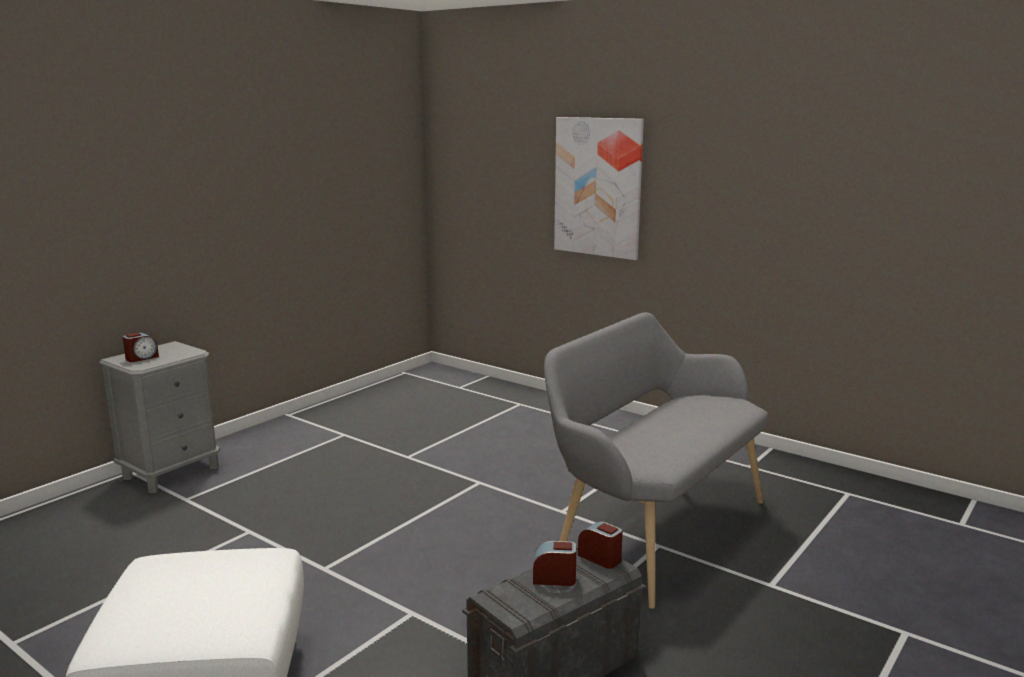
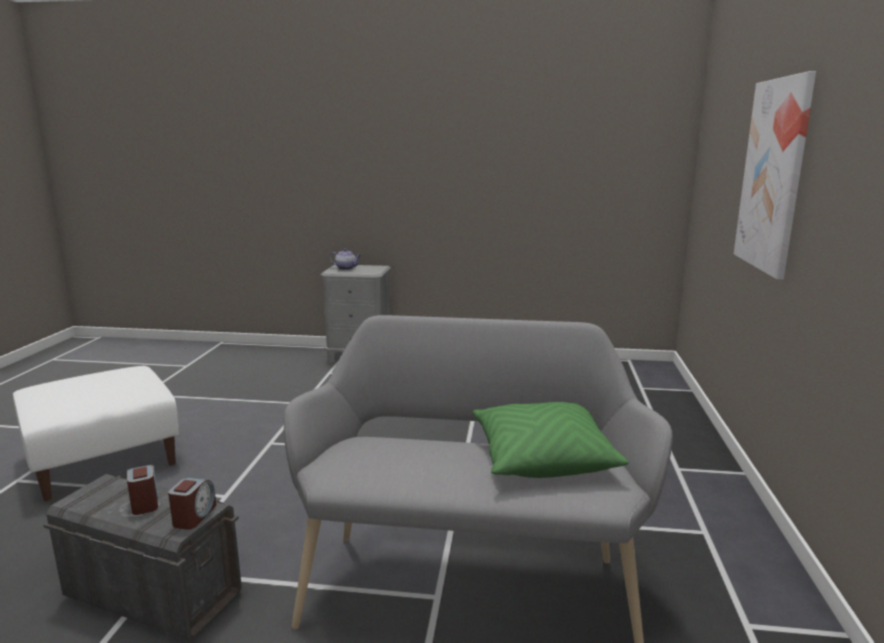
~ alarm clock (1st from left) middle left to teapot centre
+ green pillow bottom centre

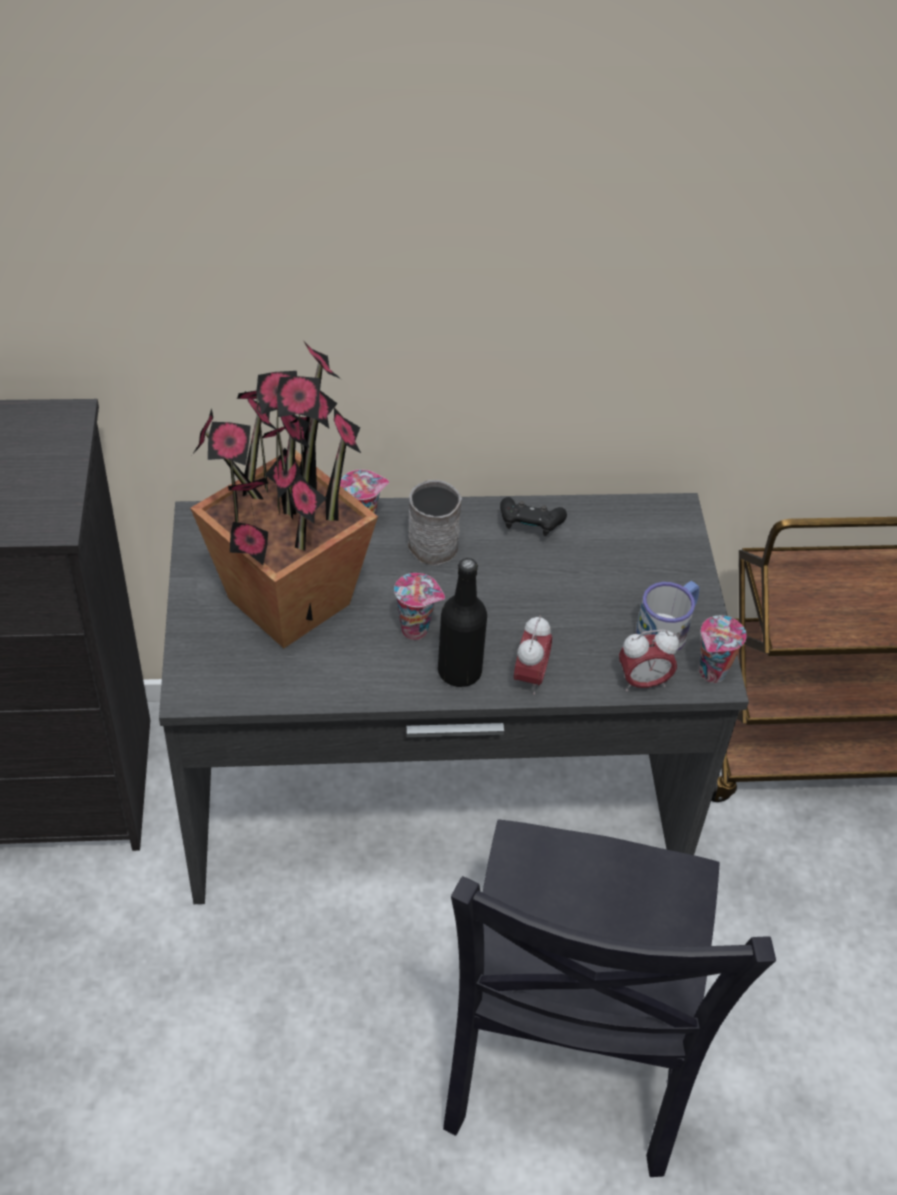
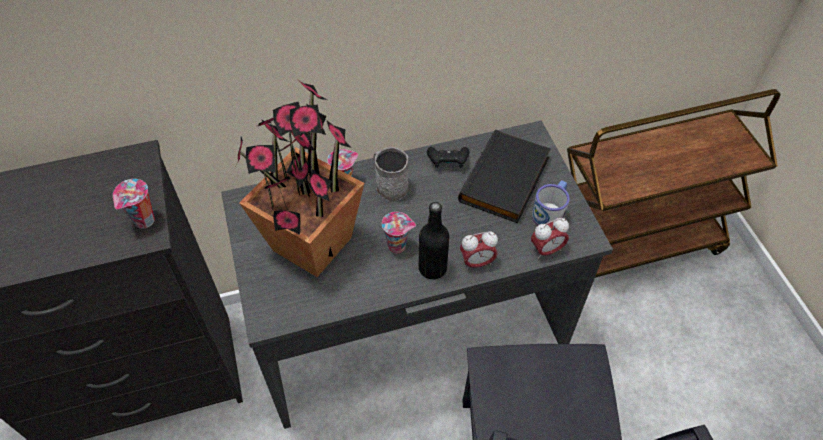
~ alarm clock (1st from left) centre = centre 75 degrees clockwise
~ cup (3rd from left in the first image) middle right to cup (1st from left) middle left
+ black book centre

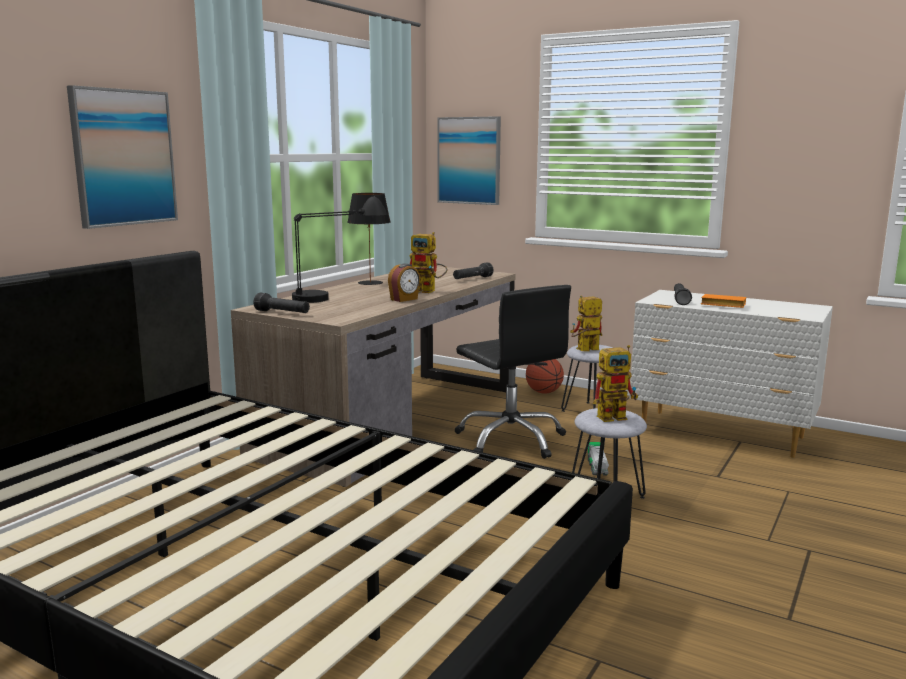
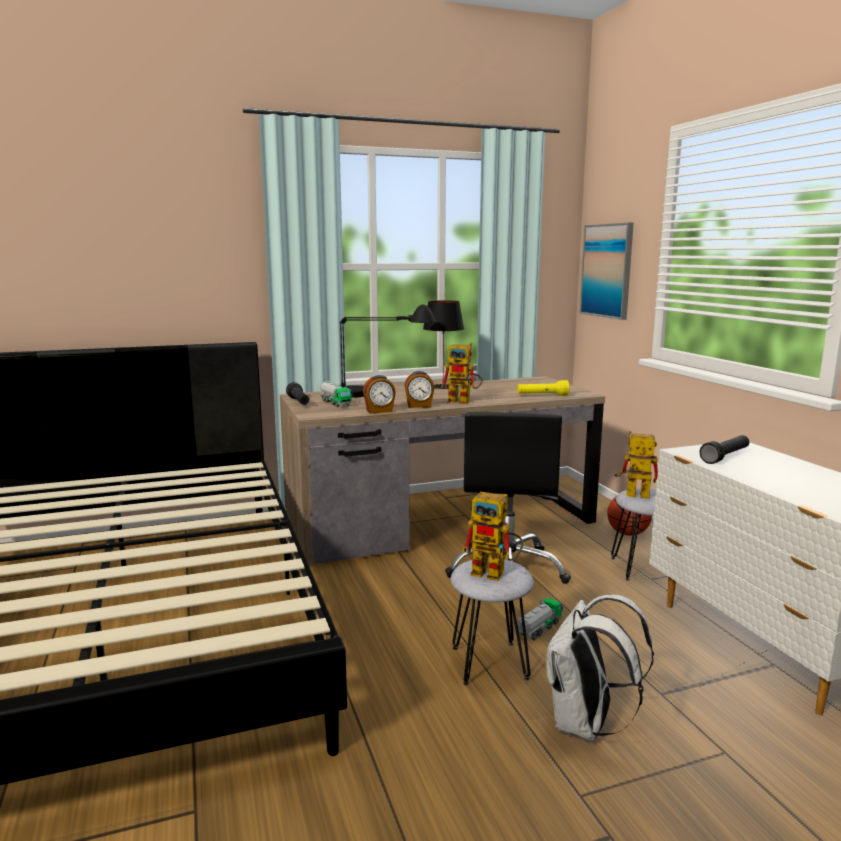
- picture (1st from left) top left
~ toy robot (1st from left) centre = centre 45 degrees counterclockwise
~ black flashlight (2nd from left) centre to yellow flashlight centre
- orange book middle right
+ alarm clock (1st from left) centre
+ toy truck (1st from left) centre
+ white backpack bottom right

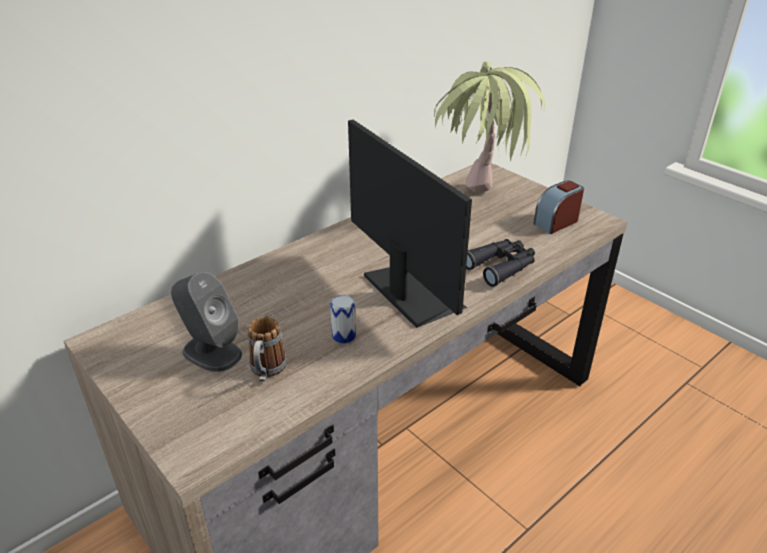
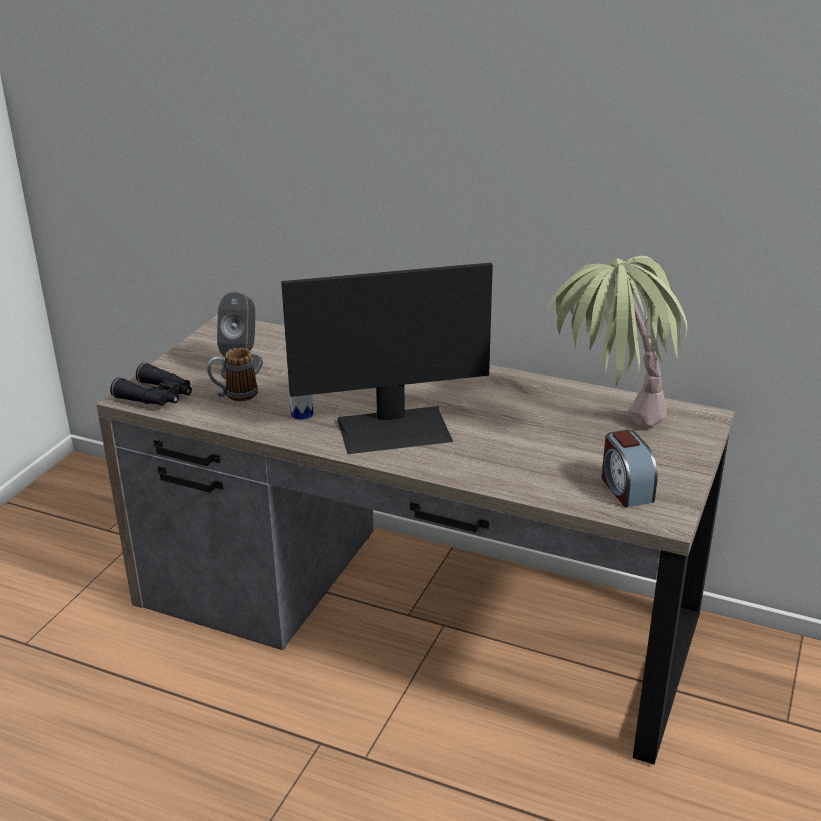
~ monitor centre = centre 45 degrees clockwise
~ alarm clock middle right = middle right 135 degrees counterclockwise
~ black binoculars centre to middle left

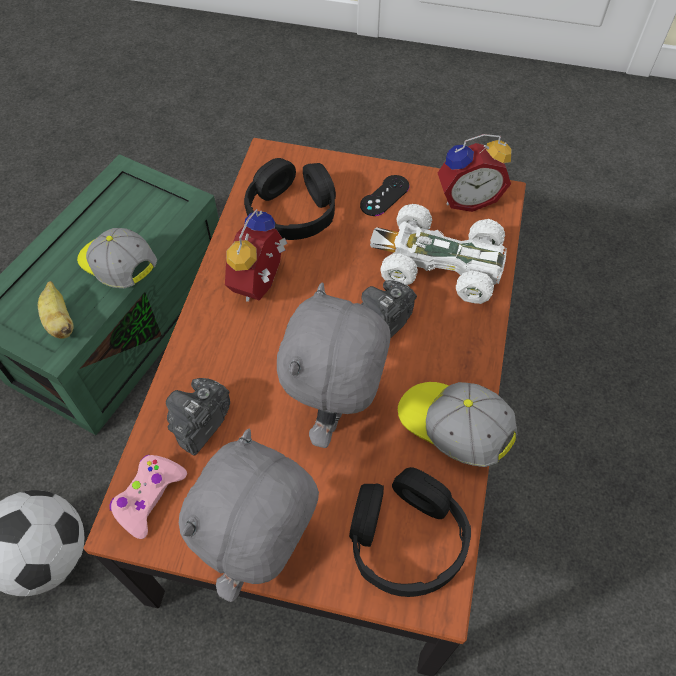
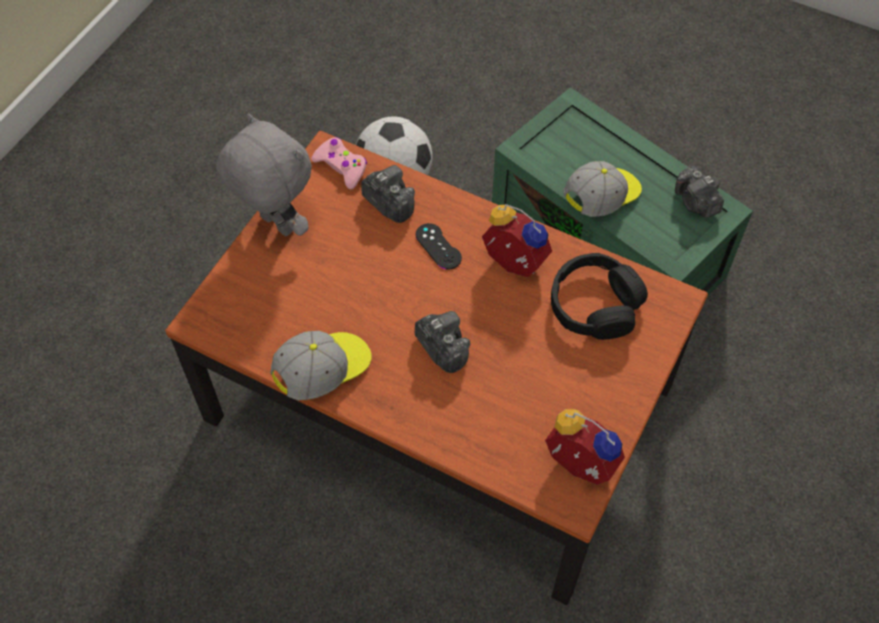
~ alarm clock (2nd from left) top right = bottom centre 120 degrees clockwise
~ black game controller top centre to centre
- white toy car centre
- banana middle left
- grey plush toy (2nd from left) centre
- black headphones (2nd from left) bottom centre
+ photo camera (3rd from left) top right

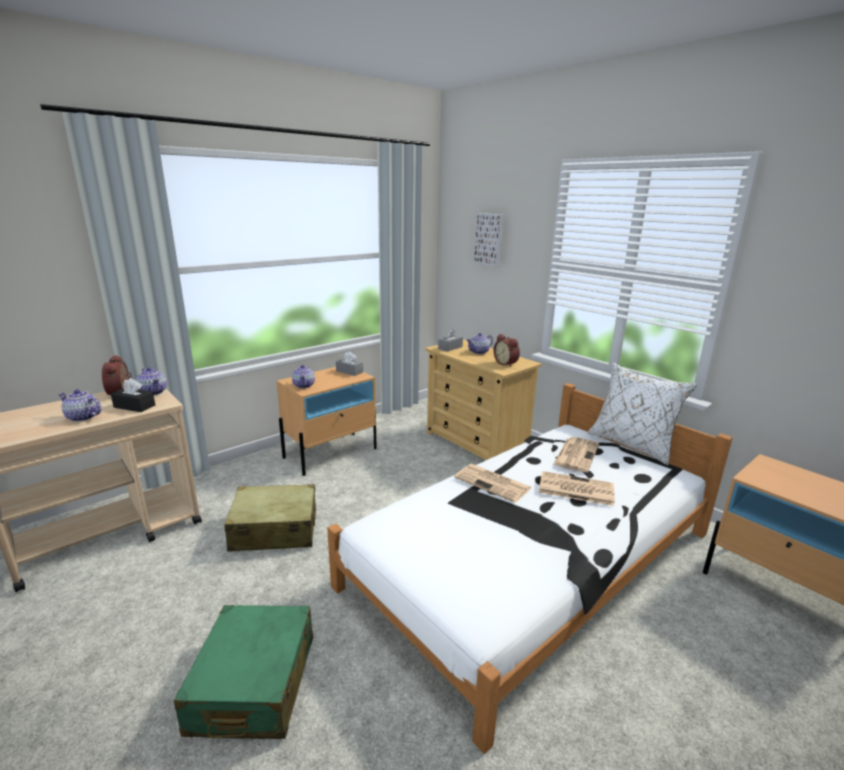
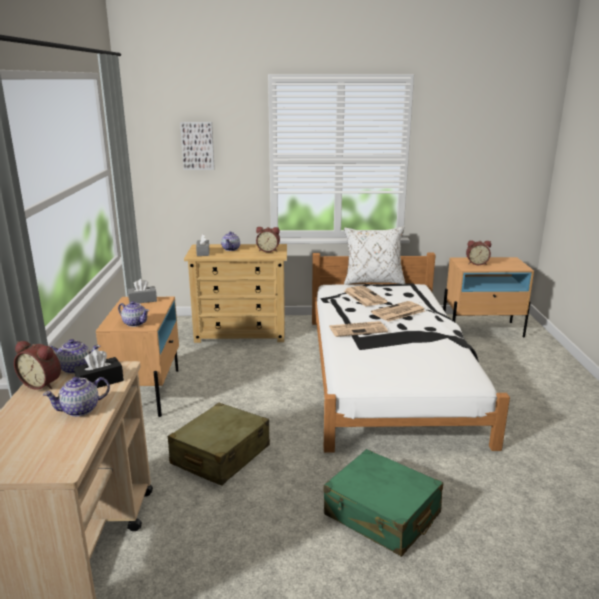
+ alarm clock (3rd from left) middle right

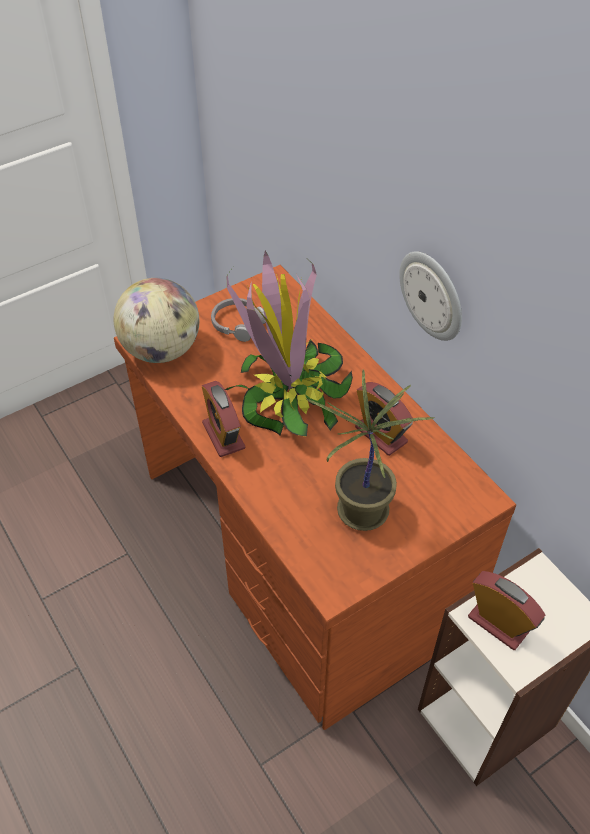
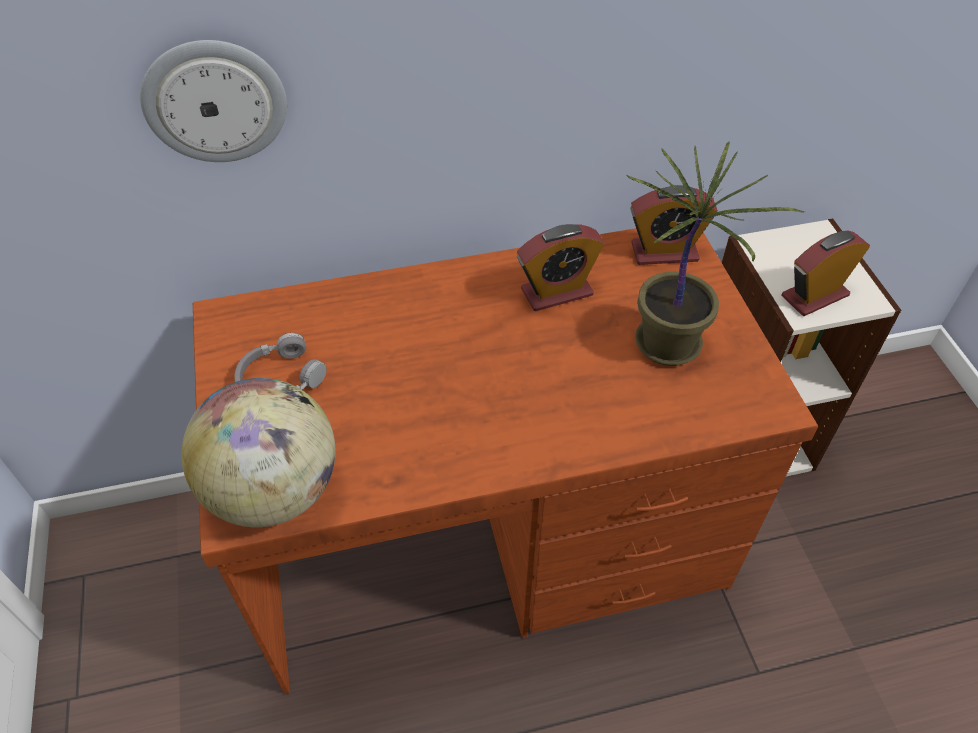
- potted plant (1st from left) centre
~ wall clock middle right to top left
~ alarm clock (1st from left in the first image) centre to alarm clock (2nd from left) top right

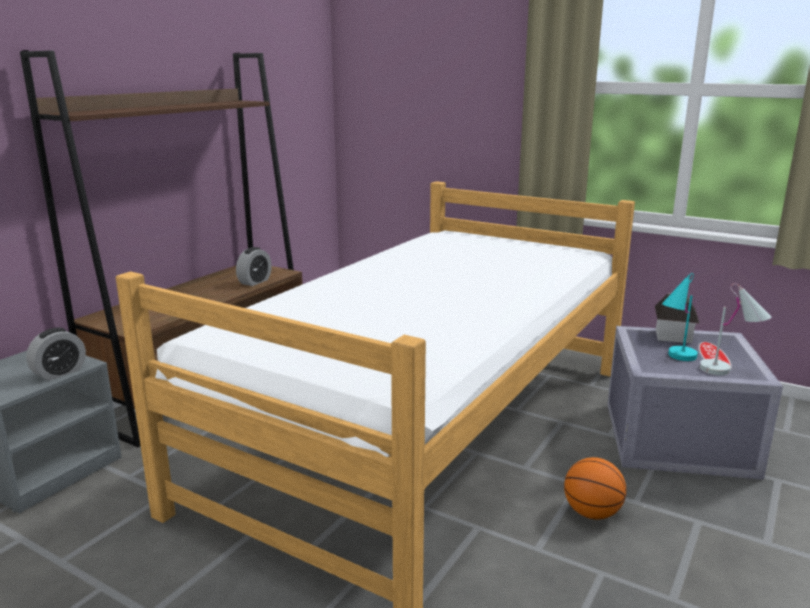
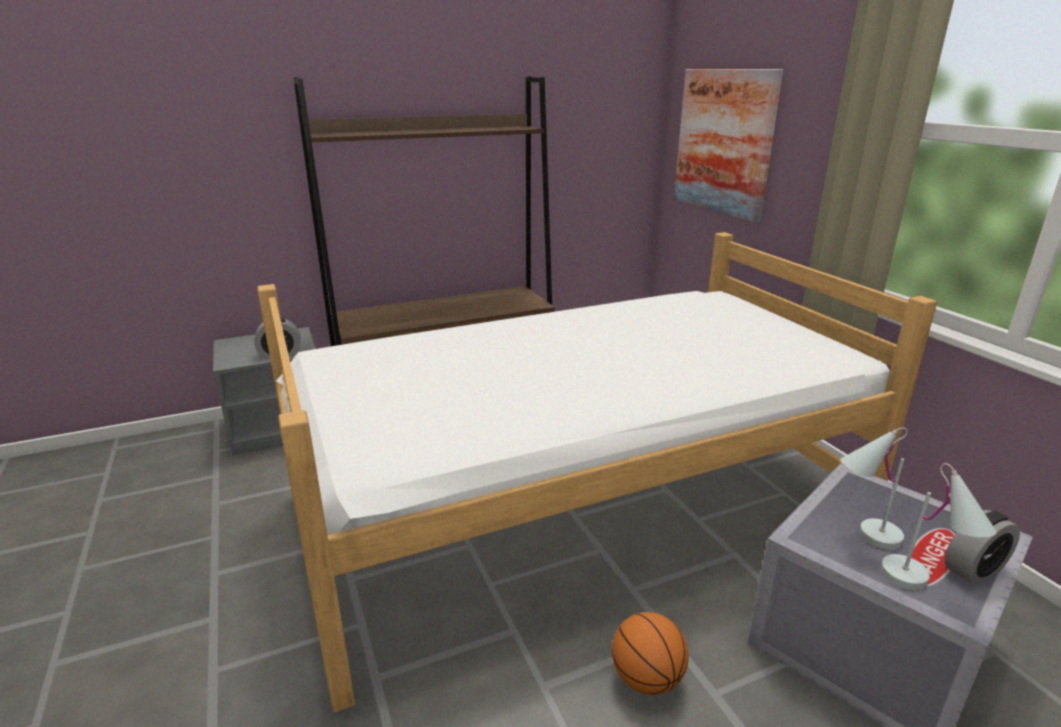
~ alarm clock (2nd from left) middle left to bottom right
~ turquoise table lamp middle right to white table lamp (1st from left) bottom right
- toy house middle right
+ picture top right

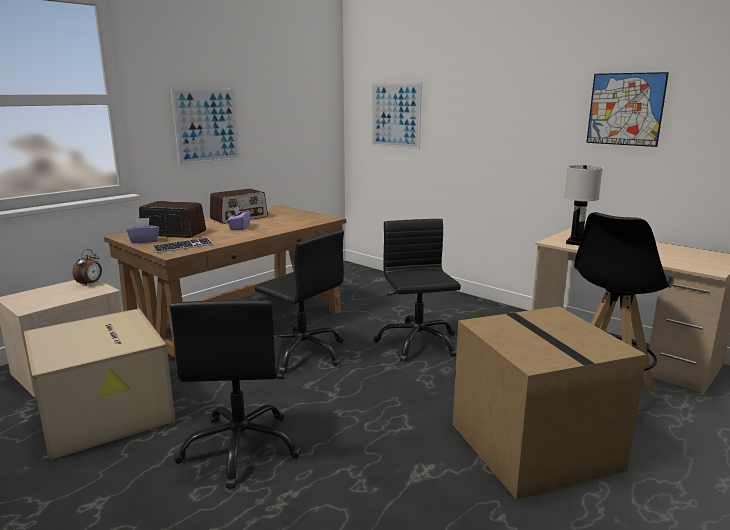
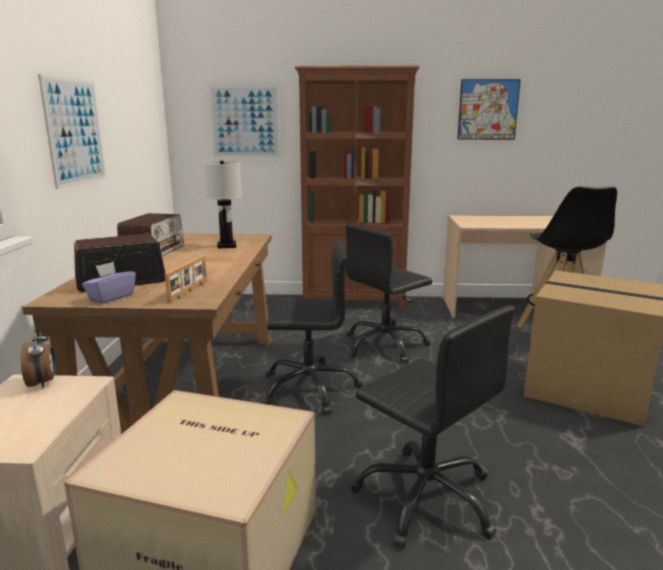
~ white table lamp middle right to centre
- purple tissue box (2nd from left) middle left
~ black office chair (3rd from left in the first image) centre = centre 75 degrees counterclockwise
~ keyboard middle left to picture frame middle left
+ brown bookcase top centre

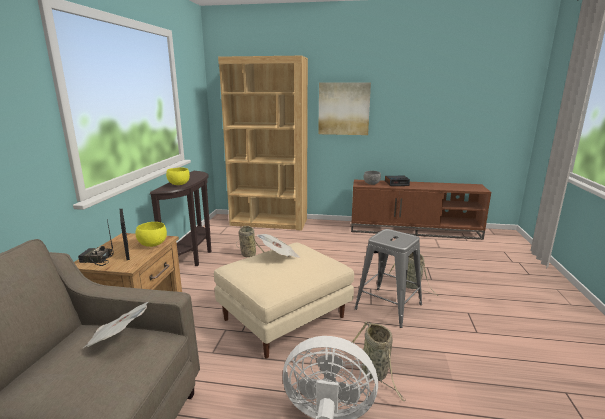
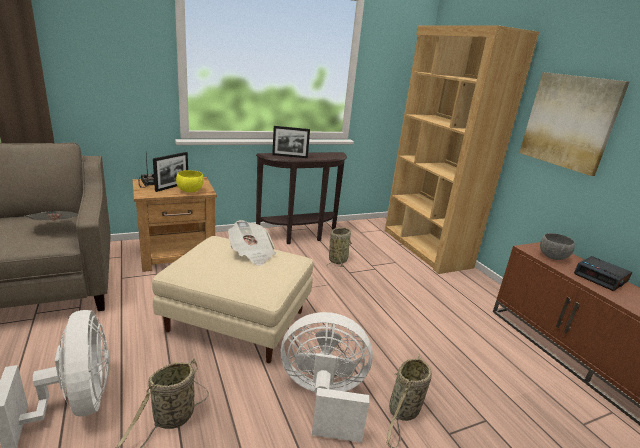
~ yellow bowl (2nd from left) middle left to picture frame (2nd from left) top centre
~ grey stool centre to white fan (2nd from left) bottom centre

